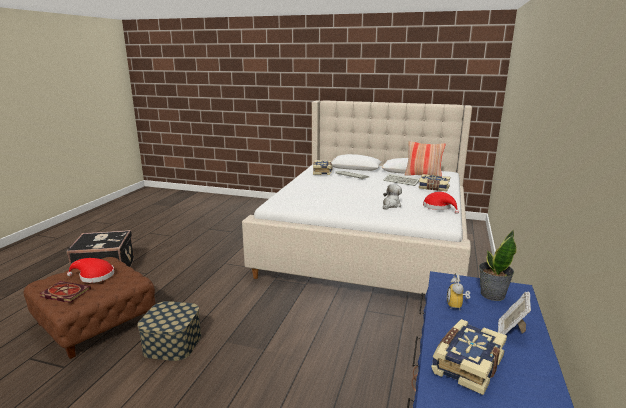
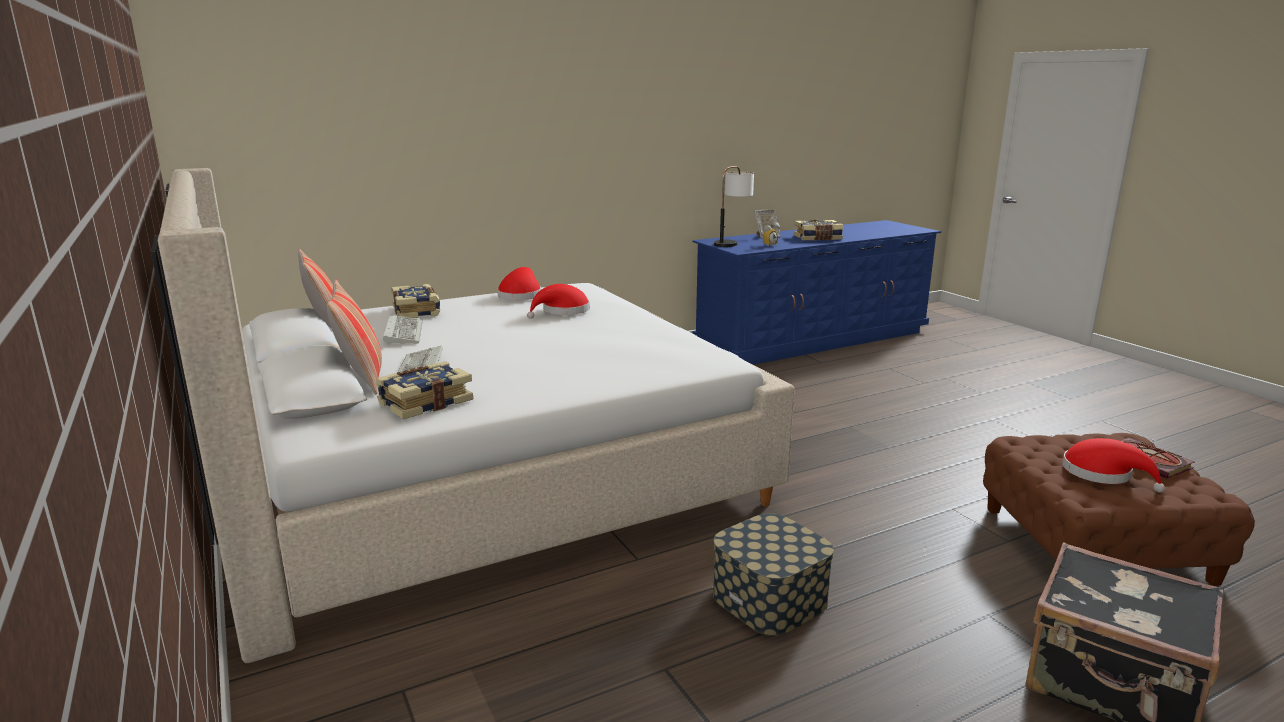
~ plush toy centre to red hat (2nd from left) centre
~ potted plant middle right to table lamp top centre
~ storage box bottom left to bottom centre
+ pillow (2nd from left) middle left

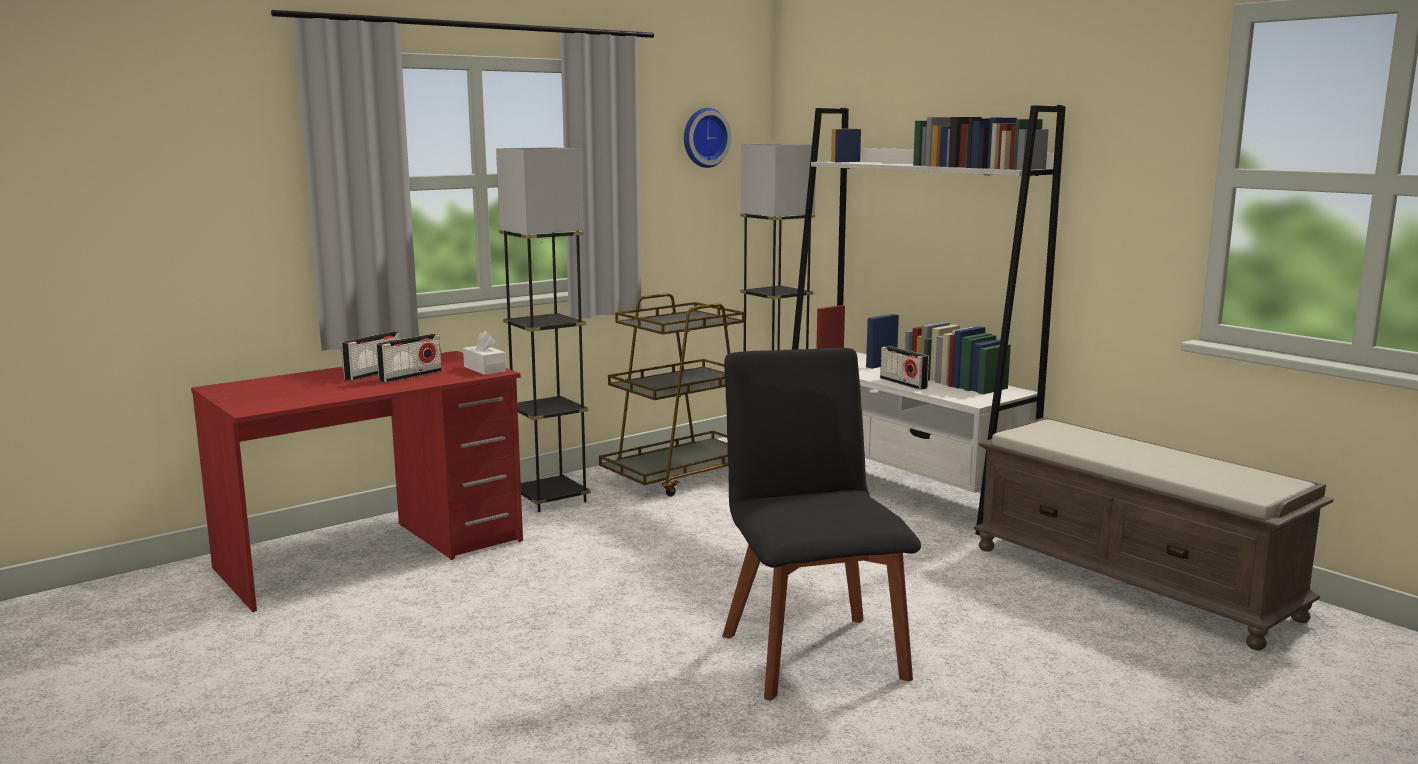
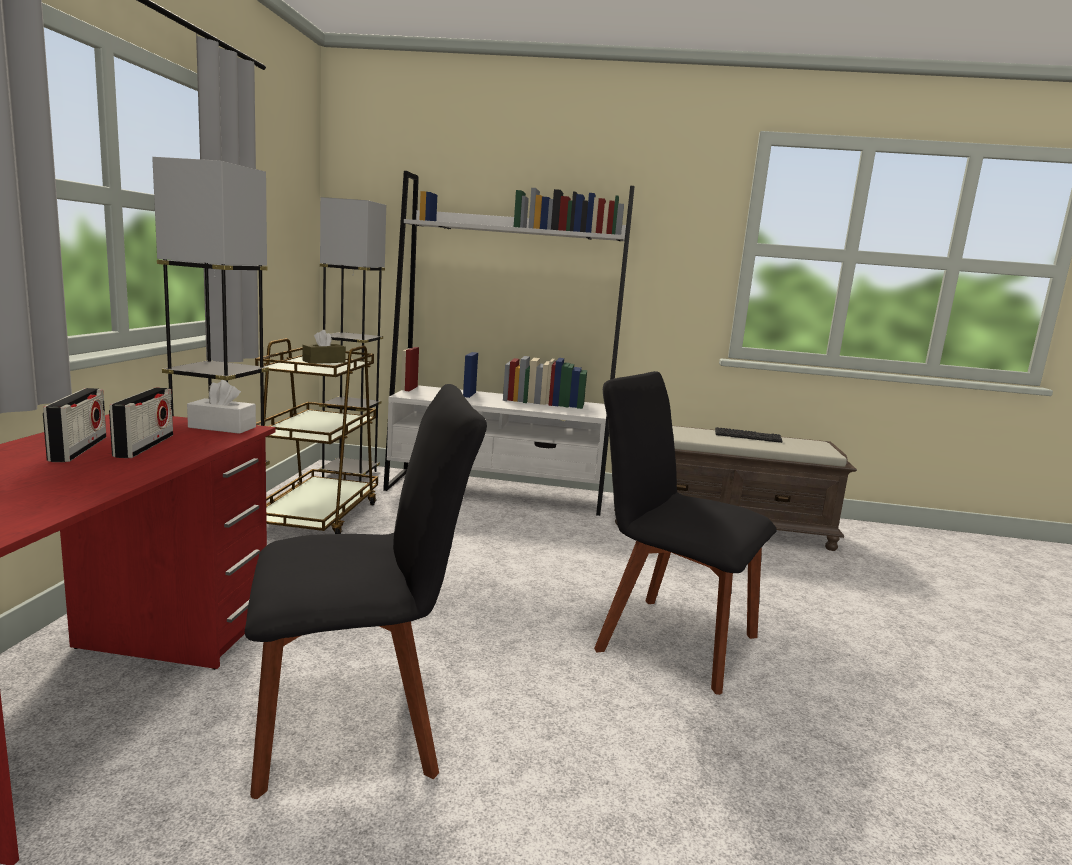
- wall clock top centre
- radio (3rd from left) centre
+ brown tissue box middle left
+ black chair (1st from left) bottom centre
+ keyboard middle right

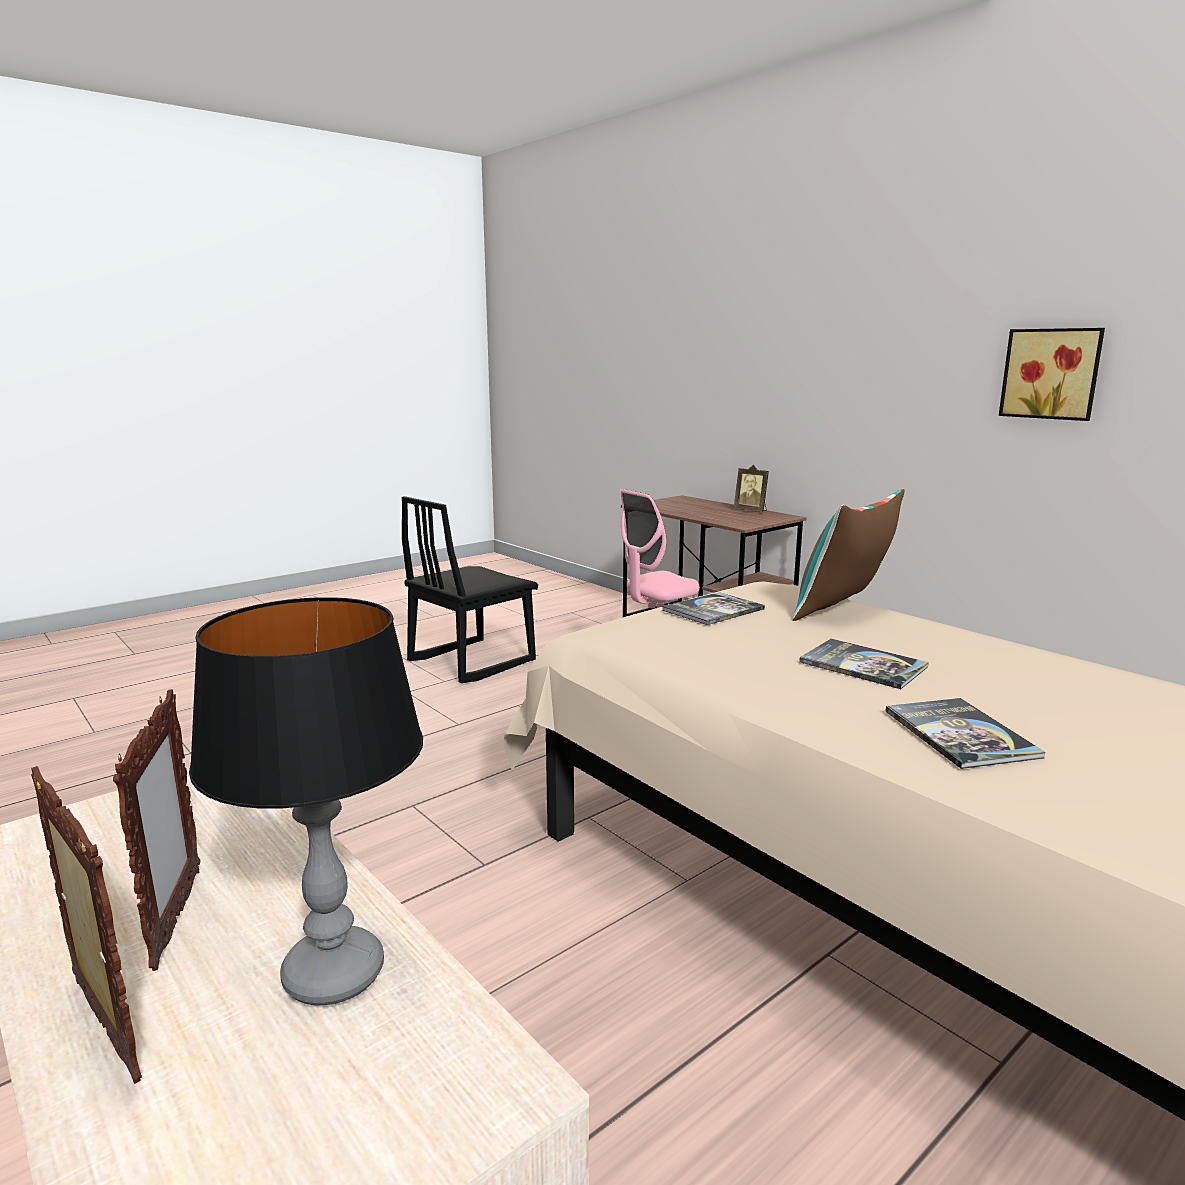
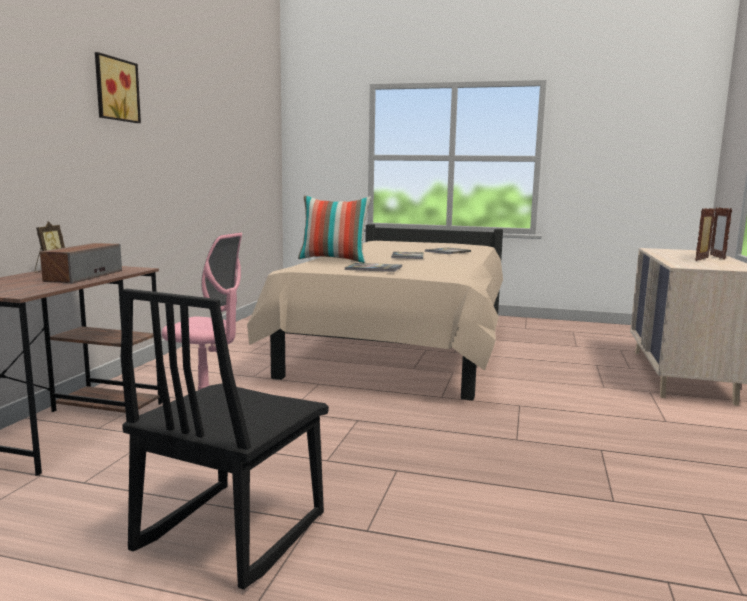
~ picture top right to top left
~ black chair centre = bottom left 105 degrees clockwise
- table lamp bottom left
+ speaker middle left

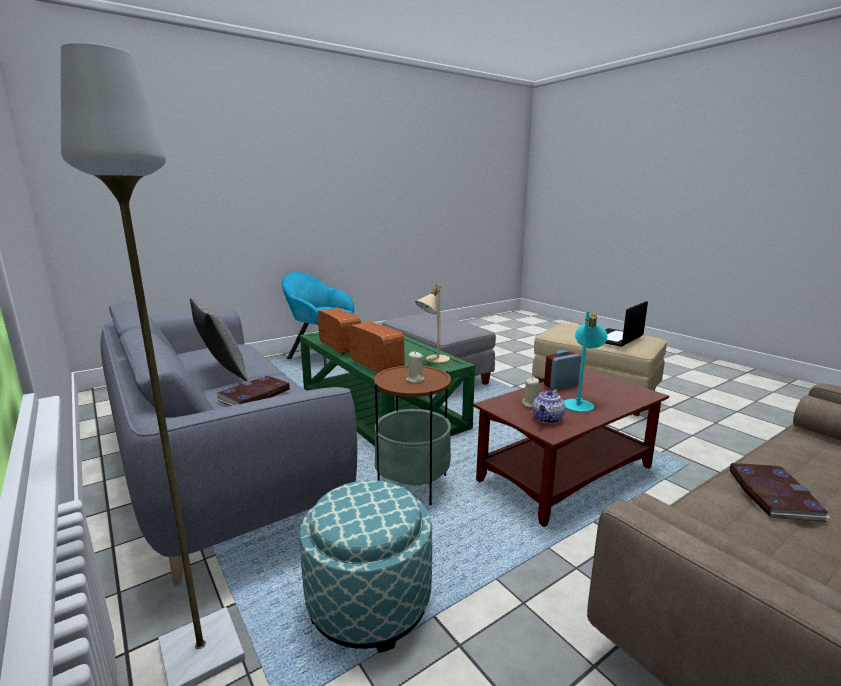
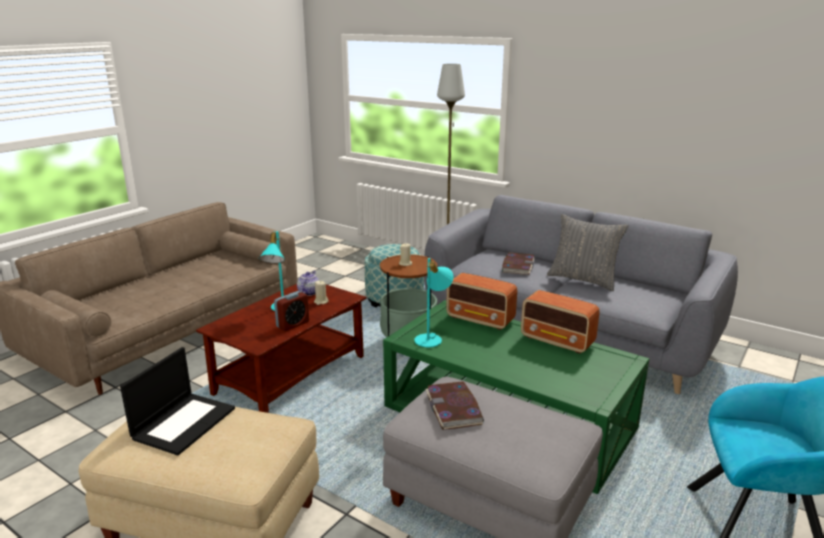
~ beige table lamp centre to turquoise table lamp (2nd from left) centre
~ book (2nd from left in the first image) bottom right to book (1st from left) bottom centre

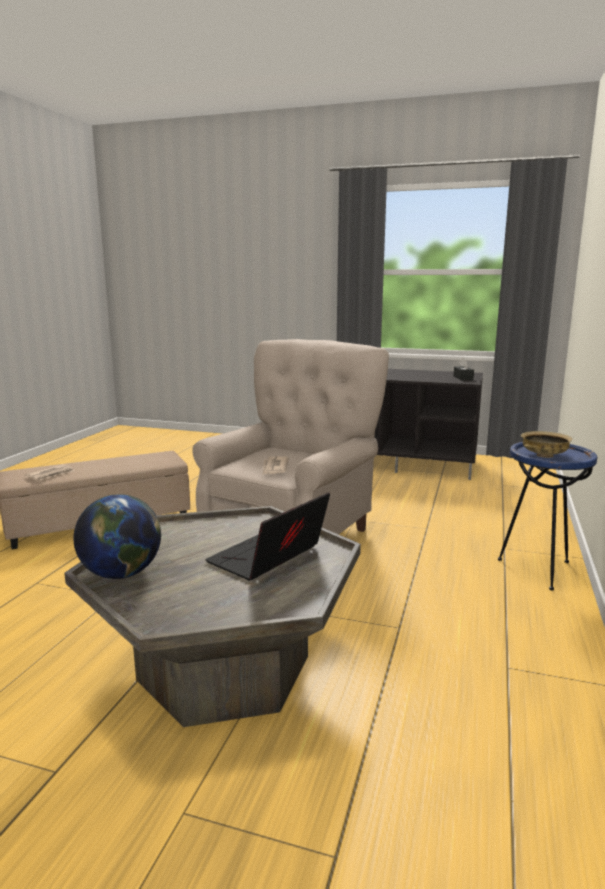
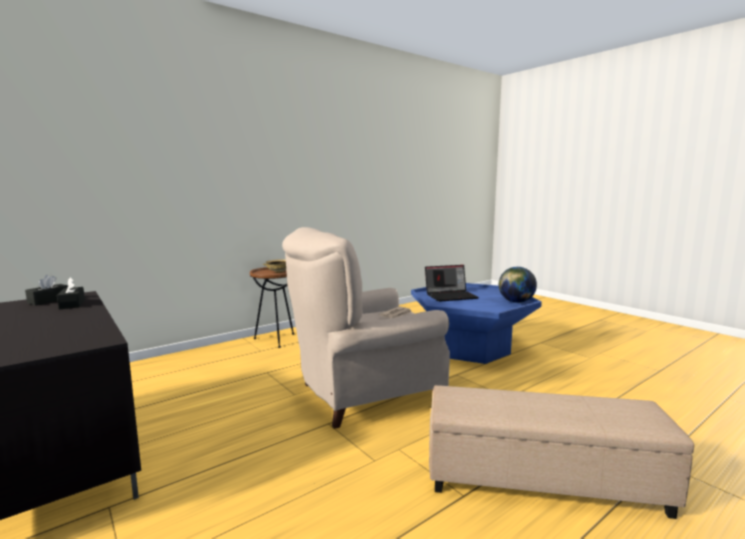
~ blue side table middle right to brown side table centre
- newspaper (1st from left) middle left
~ grey coffee table bottom centre to blue coffee table centre
+ black tissue box (2nd from left) middle left

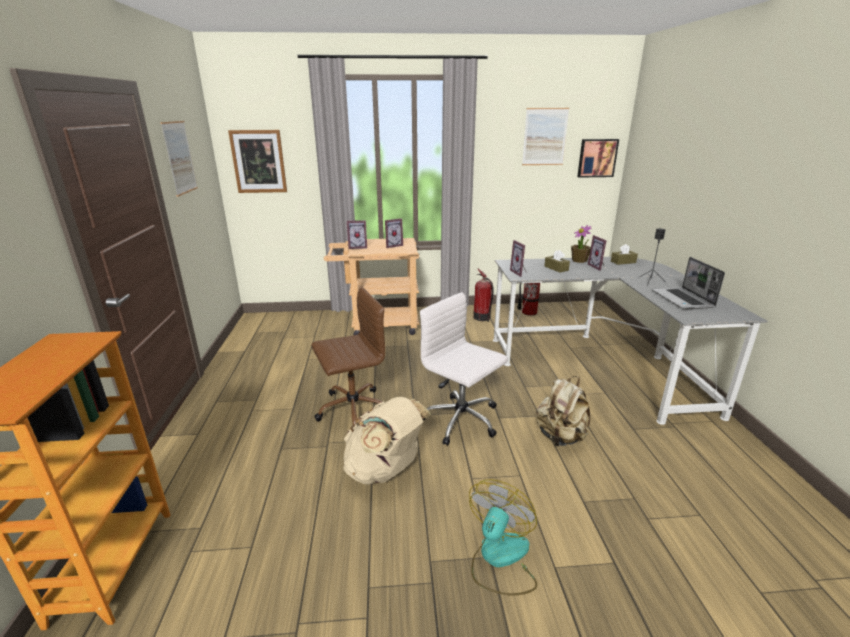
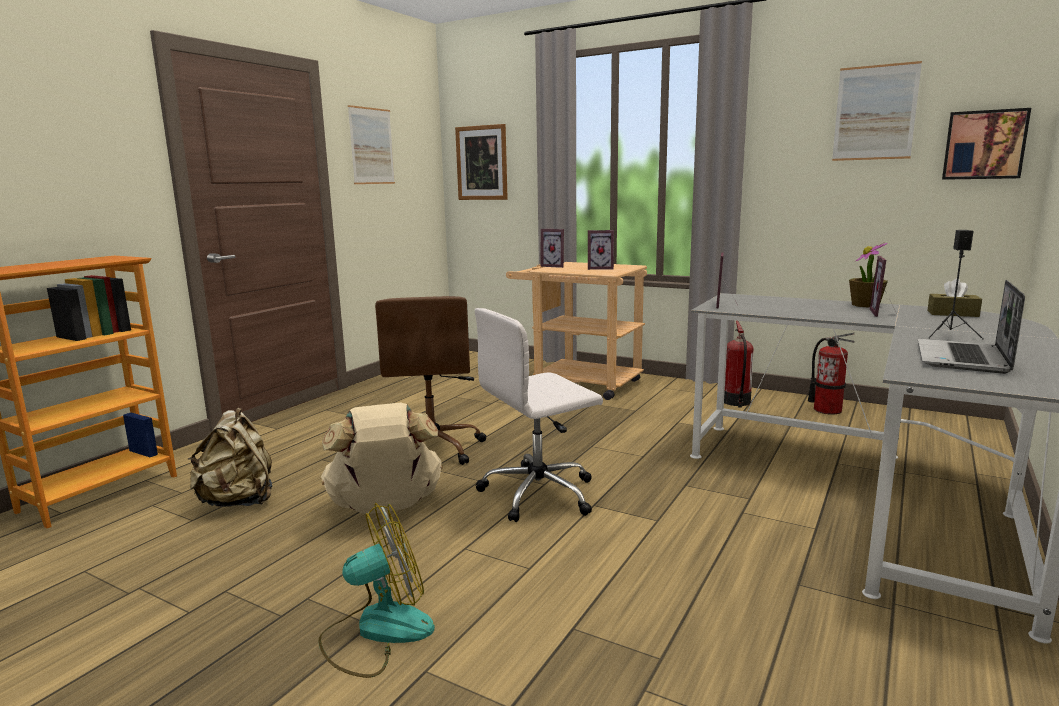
- brown tissue box (1st from left) centre
~ brown office chair centre = centre 75 degrees clockwise
~ white office chair centre = centre 105 degrees counterclockwise
~ beige backpack (2nd from left in the first image) centre to beige backpack (1st from left) middle left

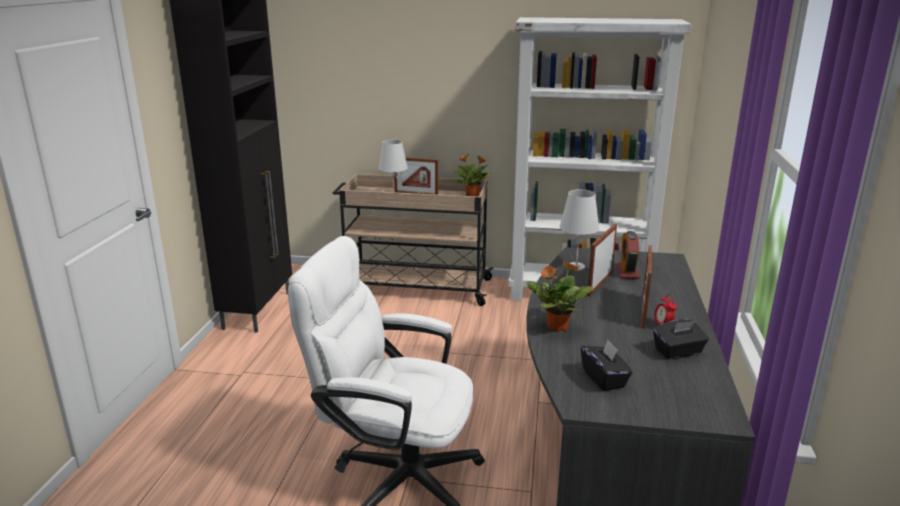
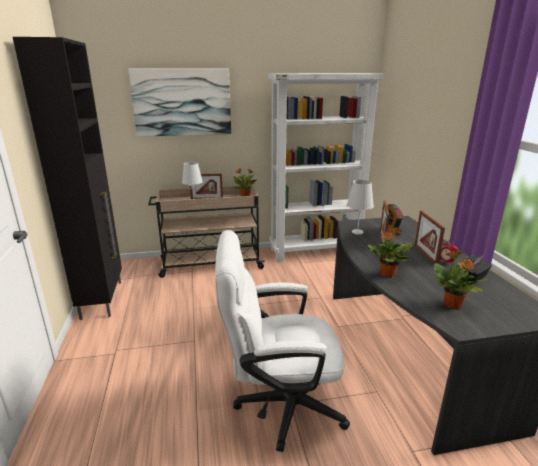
~ black tissue box (1st from left) bottom right to potted plant (3rd from left) middle right
+ picture top left

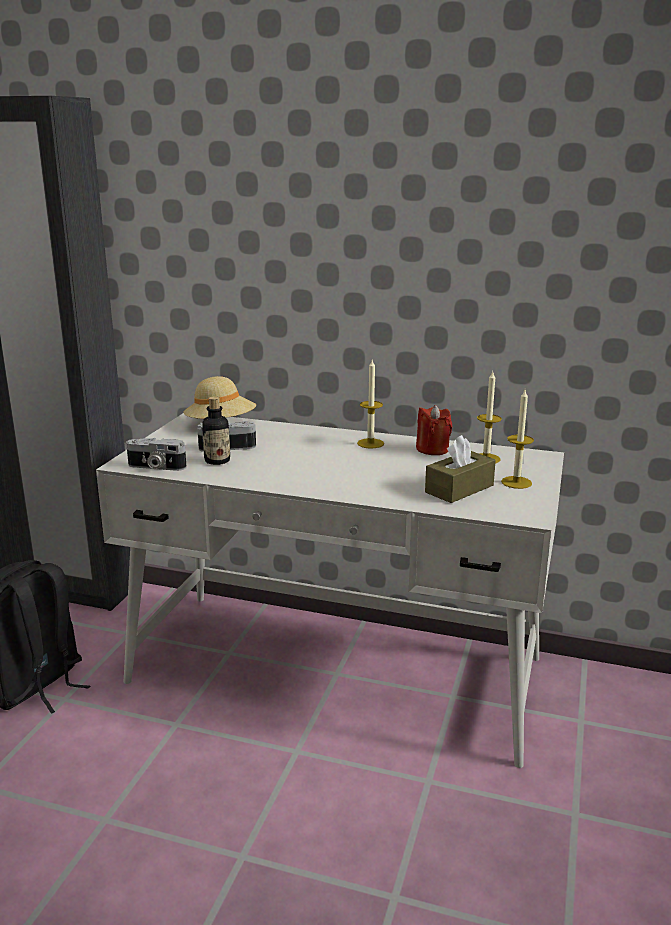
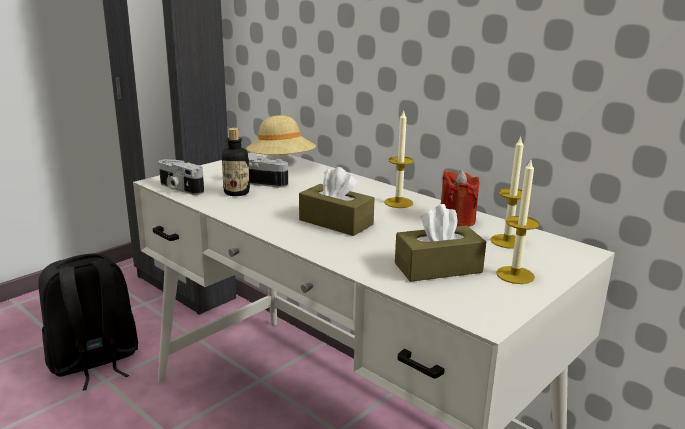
+ brown tissue box (1st from left) centre

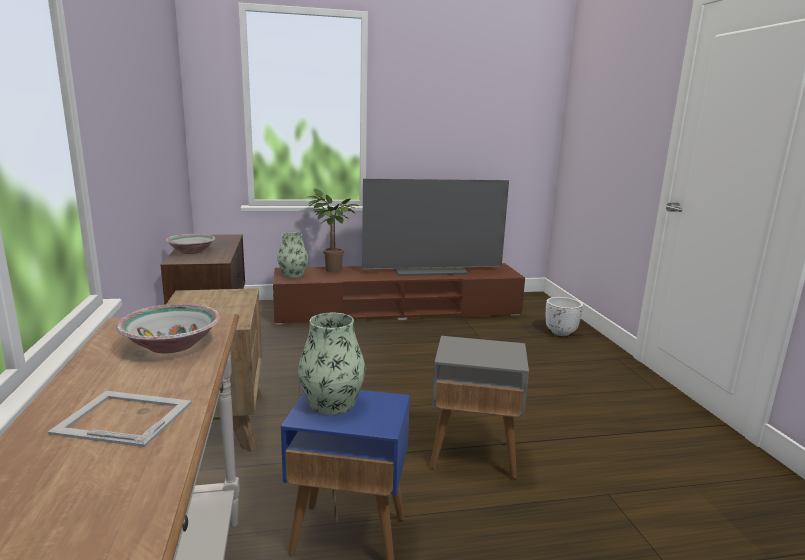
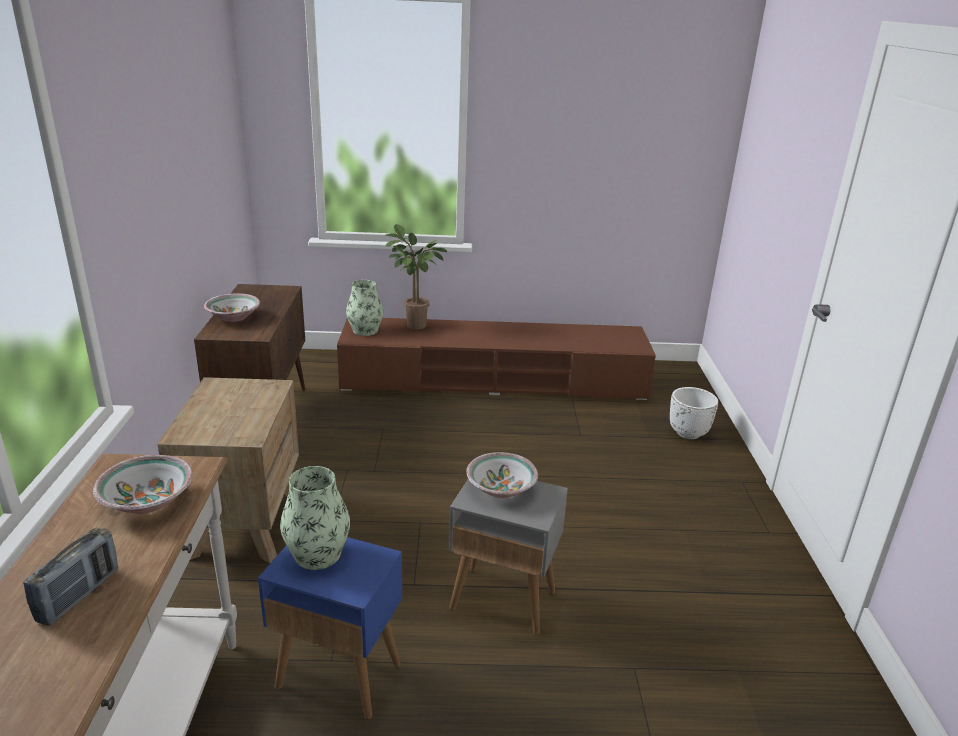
- television centre
~ picture frame bottom left to radio bottom left
+ bowl (3rd from left) centre

